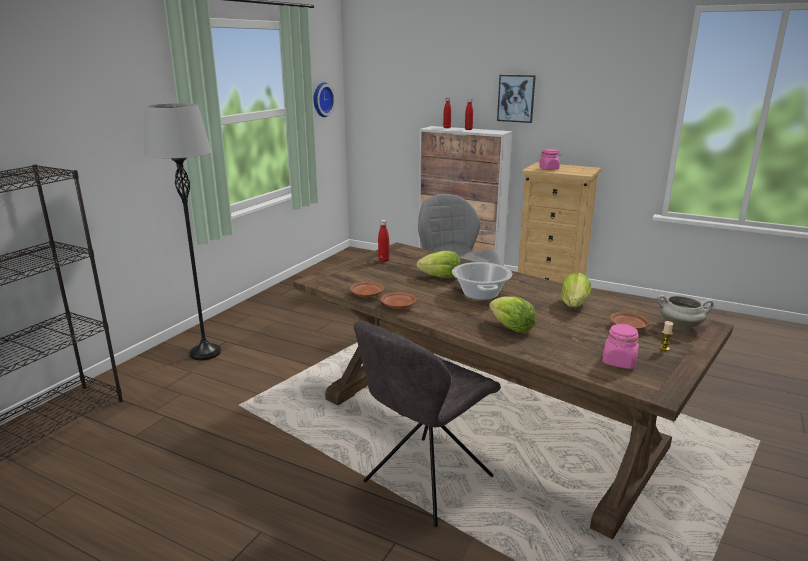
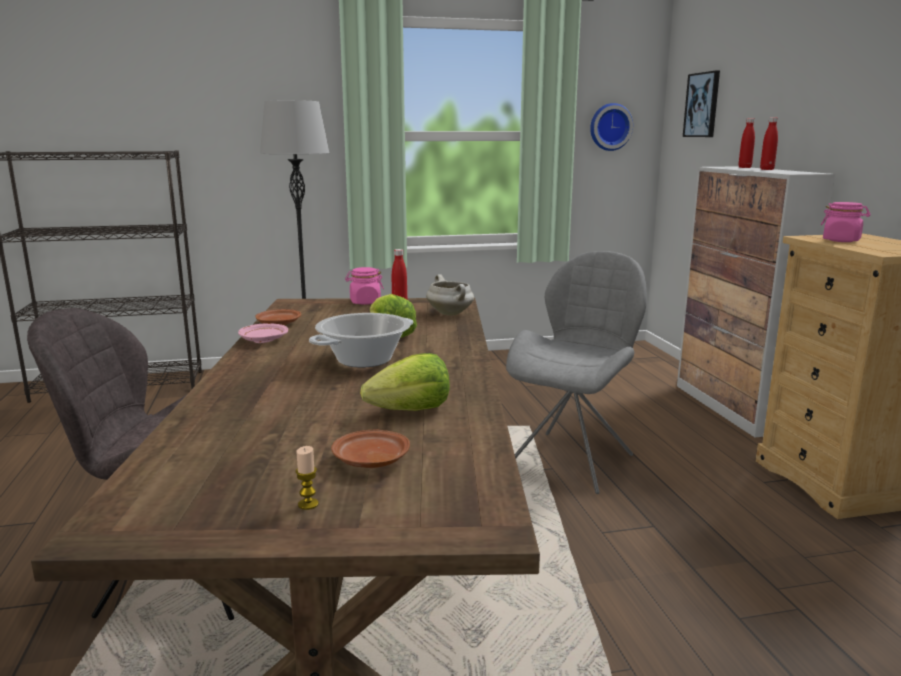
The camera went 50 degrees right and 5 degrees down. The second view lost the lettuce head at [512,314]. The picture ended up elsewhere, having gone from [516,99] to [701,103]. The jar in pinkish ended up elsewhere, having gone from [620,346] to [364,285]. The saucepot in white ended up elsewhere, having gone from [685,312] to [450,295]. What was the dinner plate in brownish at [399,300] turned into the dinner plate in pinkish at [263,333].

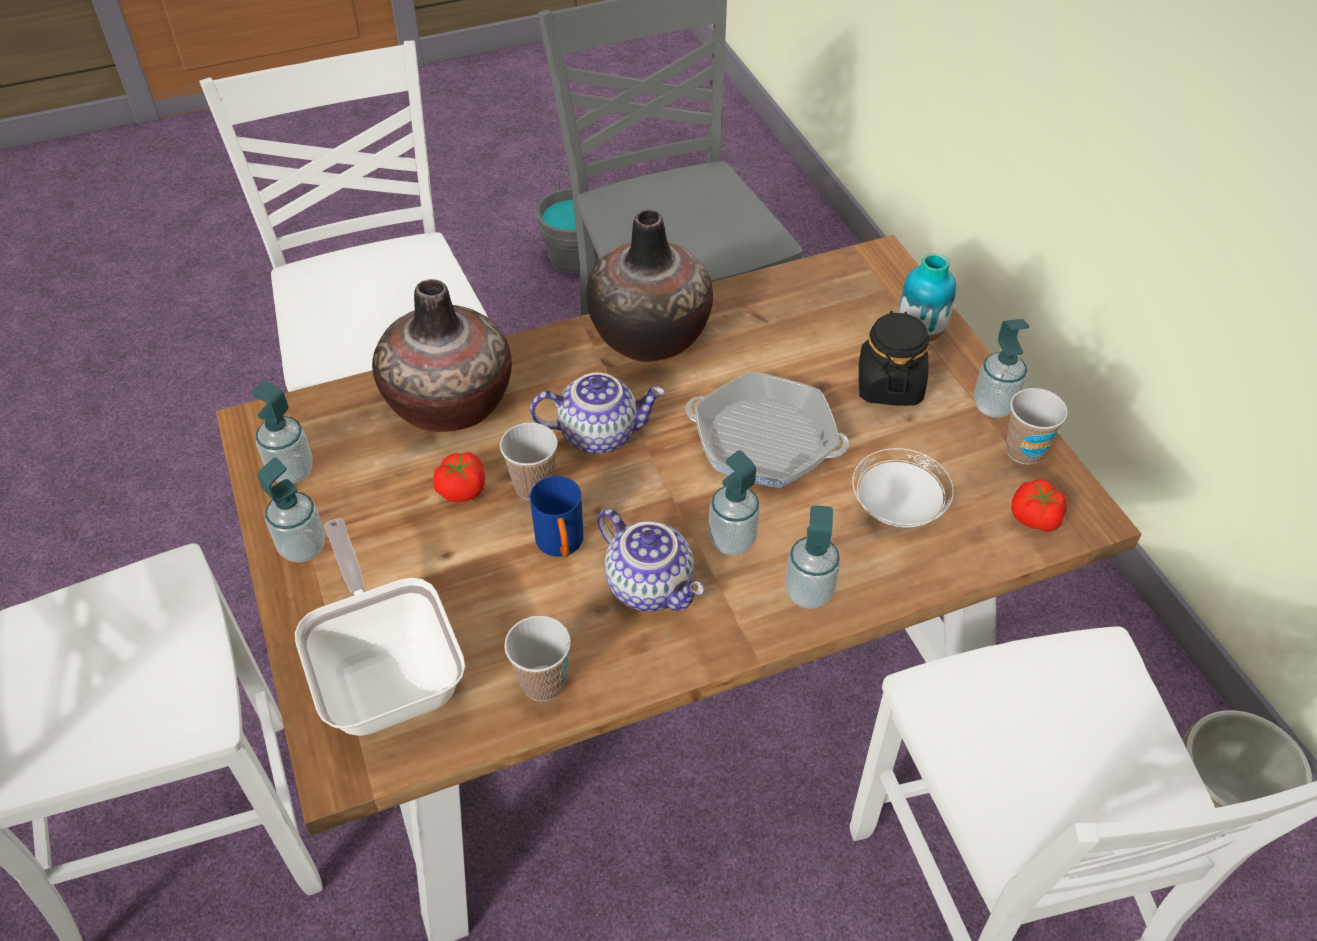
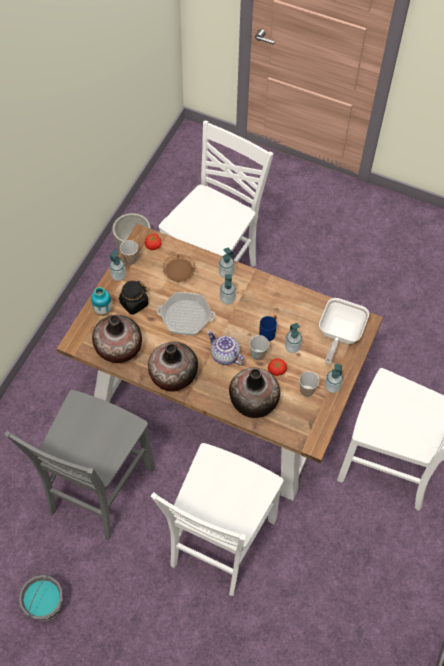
The camera went 135 degrees left and 10 degrees up. The second view lost the teapot at [650,560]. The second view gained the flower vase at [117,339]. The soap bottle ended up elsewhere, having gone from [282,432] to [293,338]. The drinking cup ended up elsewhere, having gone from [537,658] to [309,384]. What was the dinner plate in white at [903,488] turned into the dinner plate in brownish at [179,268]. The frying pan at [767,430] ended up facing another way, 120 degrees clockwise from before.

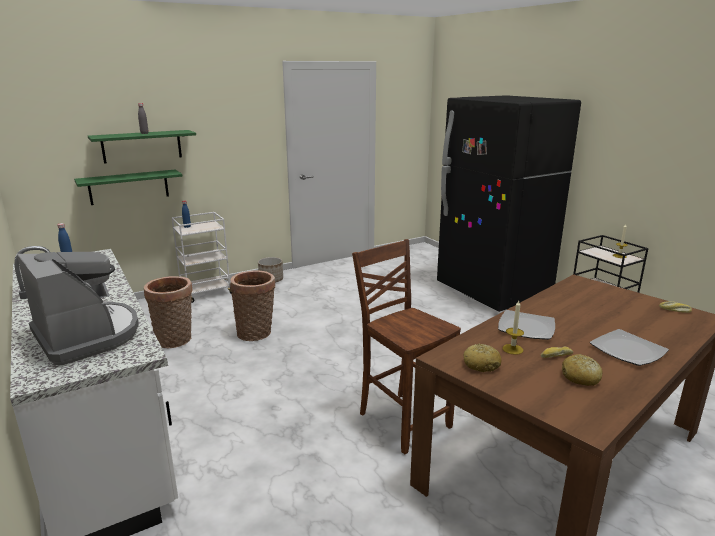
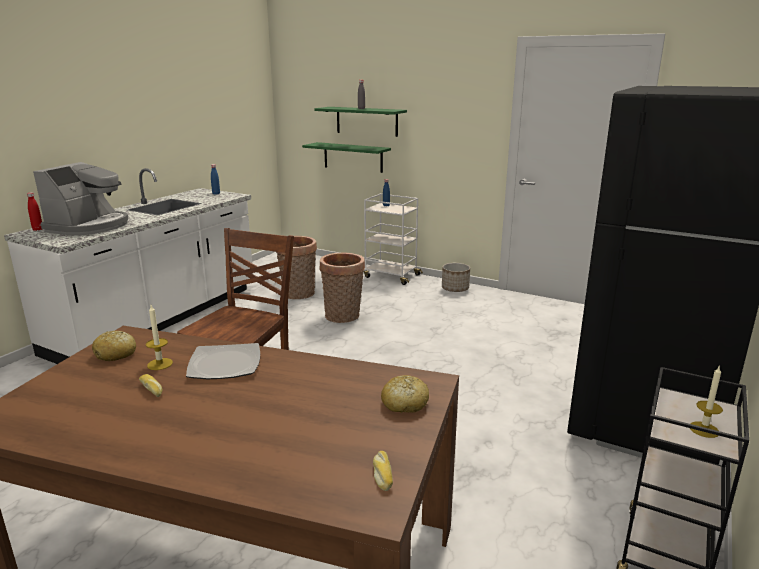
The camera went 60 degrees right and 0 degrees up. The second view lost the dinner plate at [629,347]. The second view gained the bottle in reddish at [34,211]. The baked bread ended up elsewhere, having gone from [582,370] to [405,394].

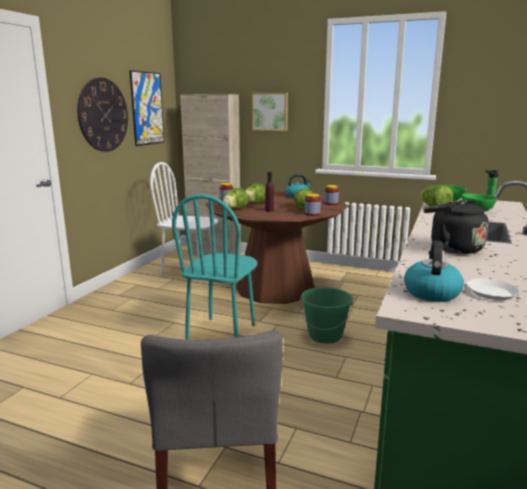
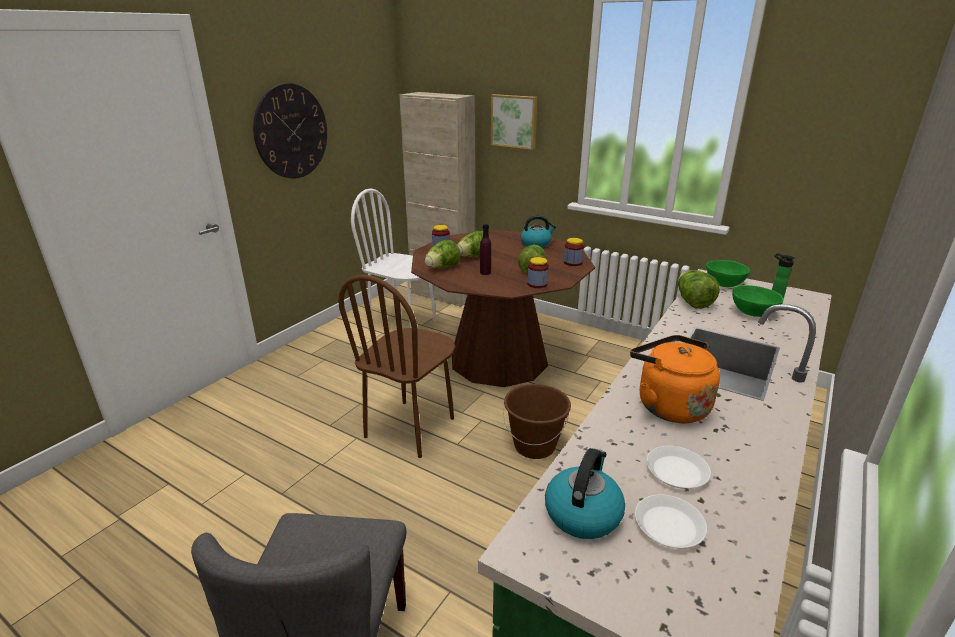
The camera went 10 degrees right and 10 degrees up. The second view lost the picture at [147,108]. The second view gained the dinner plate in white at [678,467]. What was the plain chair in turquoise at [214,267] turned into the plain chair in brownish at [396,366]. What was the bucket in green-coloured at [326,315] turned into the bucket in brownish at [537,421]. What was the water kettle in blackish at [456,227] turned into the water kettle in orange at [675,379].

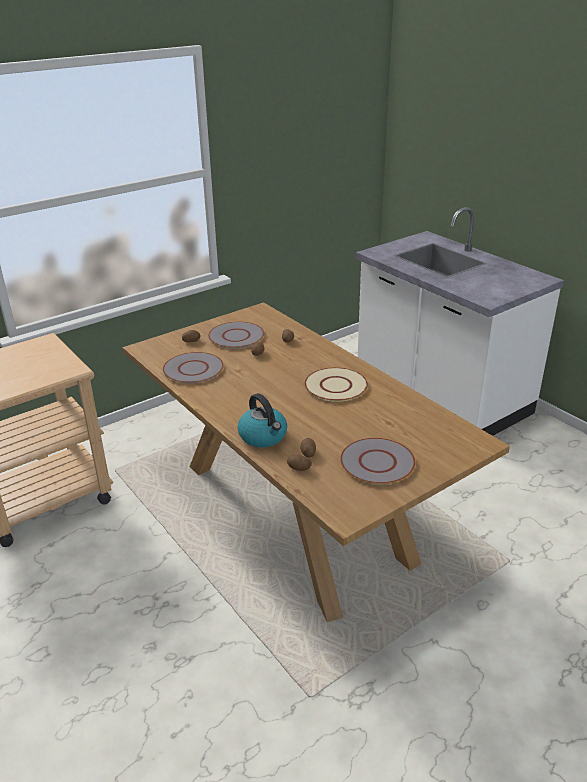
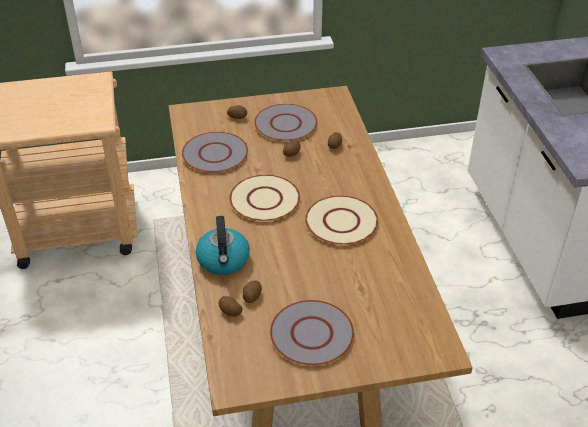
The camera went 25 degrees right and 10 degrees up. The second view gained the dinner plate in beige-coloured at [264,198].

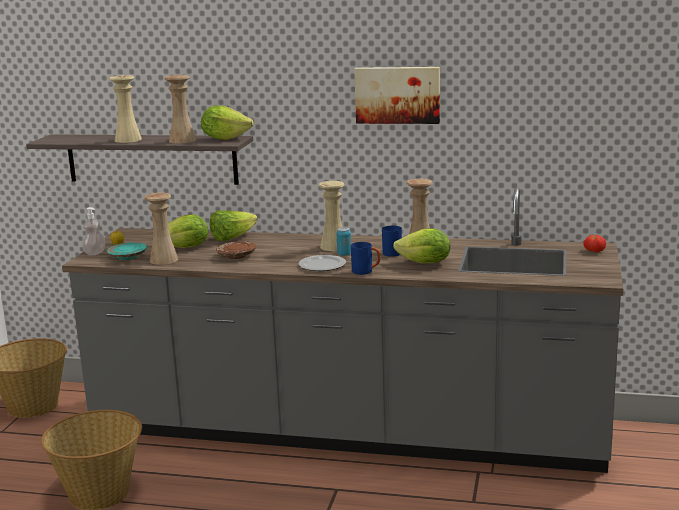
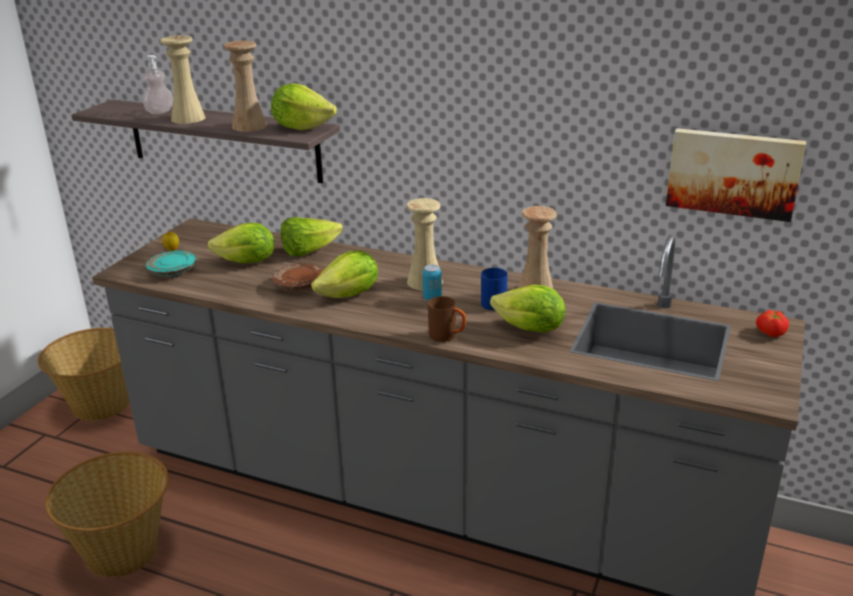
The camera went 10 degrees right and 10 degrees up. The second view lost the flower vase in beige-coloured at [161,229]. The second view lost the dinner plate at [322,263]. The second view gained the lettuce head at [344,274]. The soap bottle ended up elsewhere, having gone from [94,231] to [158,84]. The picture ended up elsewhere, having gone from [397,95] to [736,175]. What was the mug in bluish at [366,258] turned into the mug in brownish at [447,319].

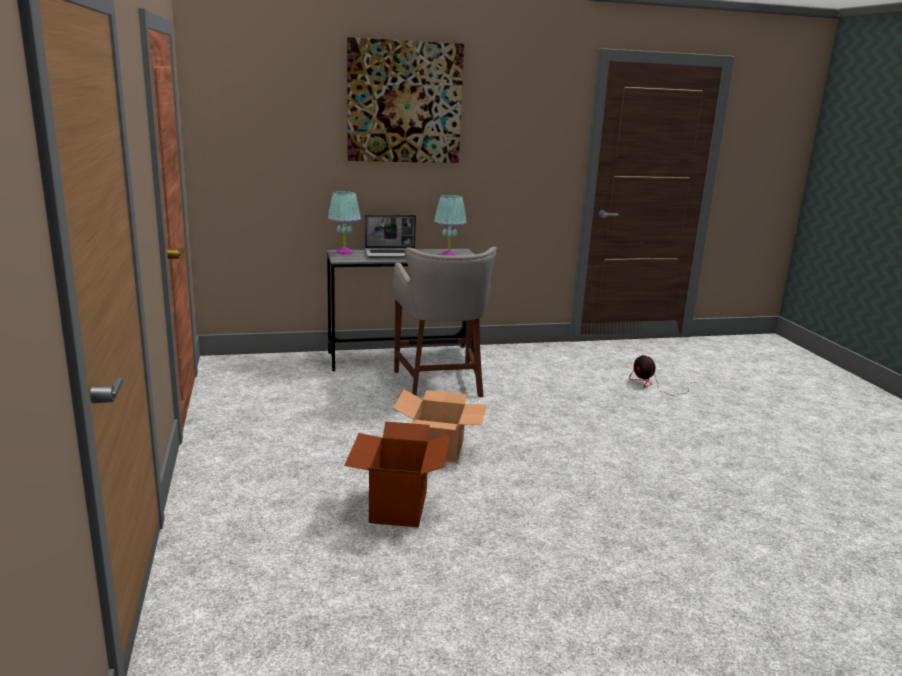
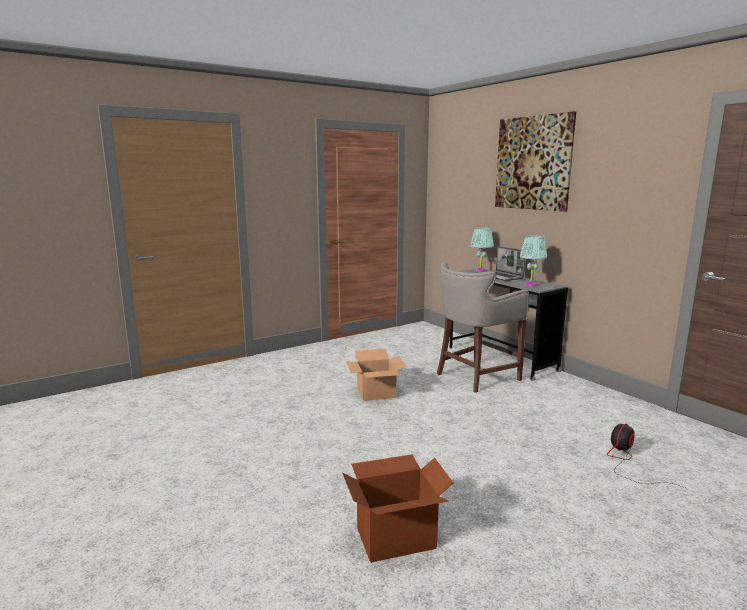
The camera went 70 degrees right and 5 degrees down. The cardboard box ended up elsewhere, having gone from [397,474] to [397,508].

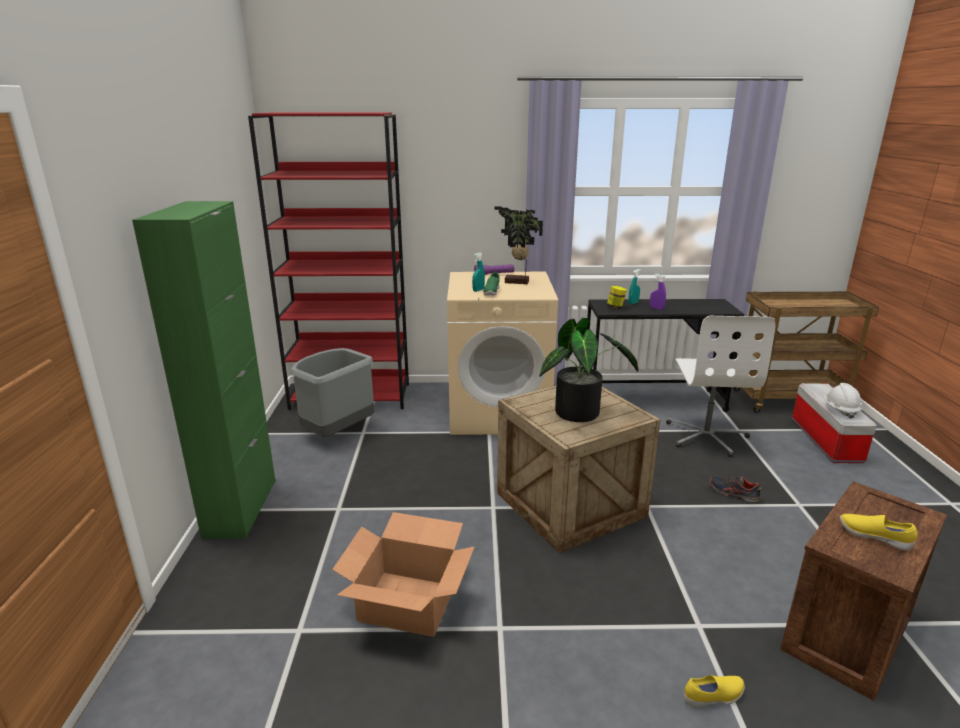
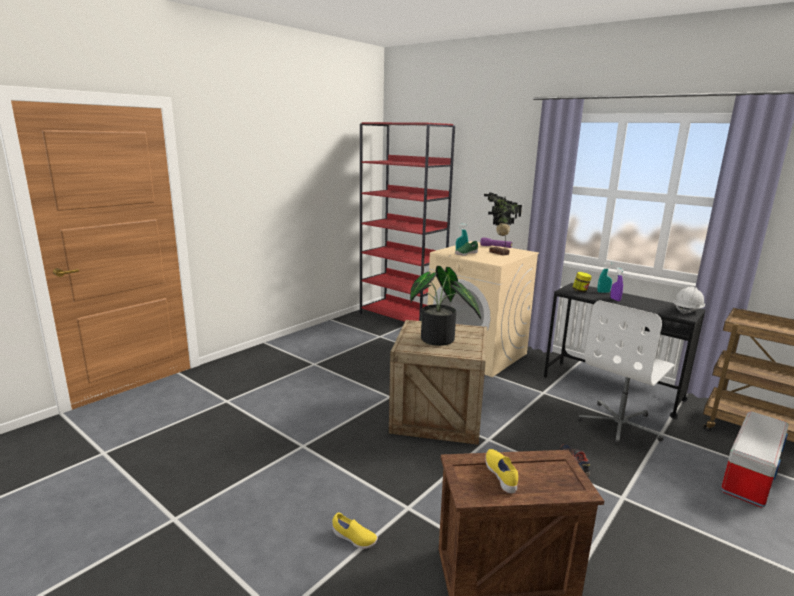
The camera went 40 degrees right and 5 degrees down. The second view lost the cabinet in green-coloured at [204,370]. The second view lost the waste bin in greyish at [332,392]. The second view lost the cardboard box at [403,574]. The safety helmet in white ended up elsewhere, having gone from [842,401] to [689,301].

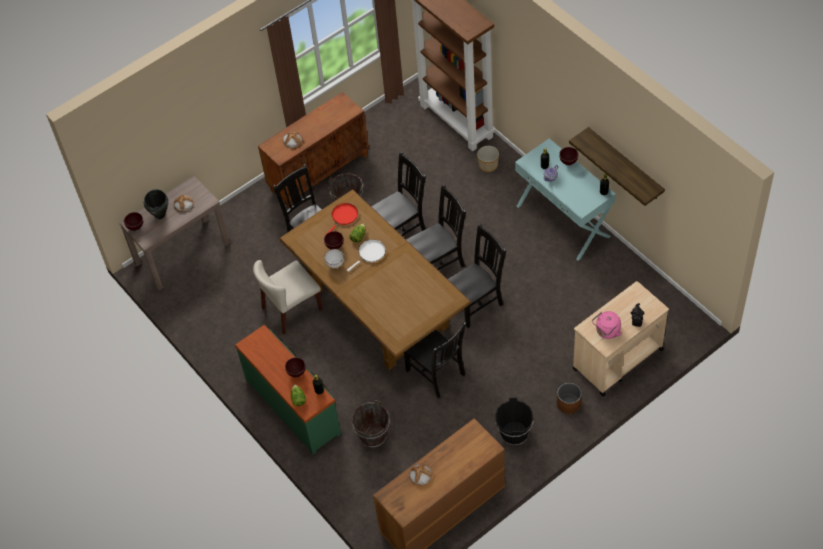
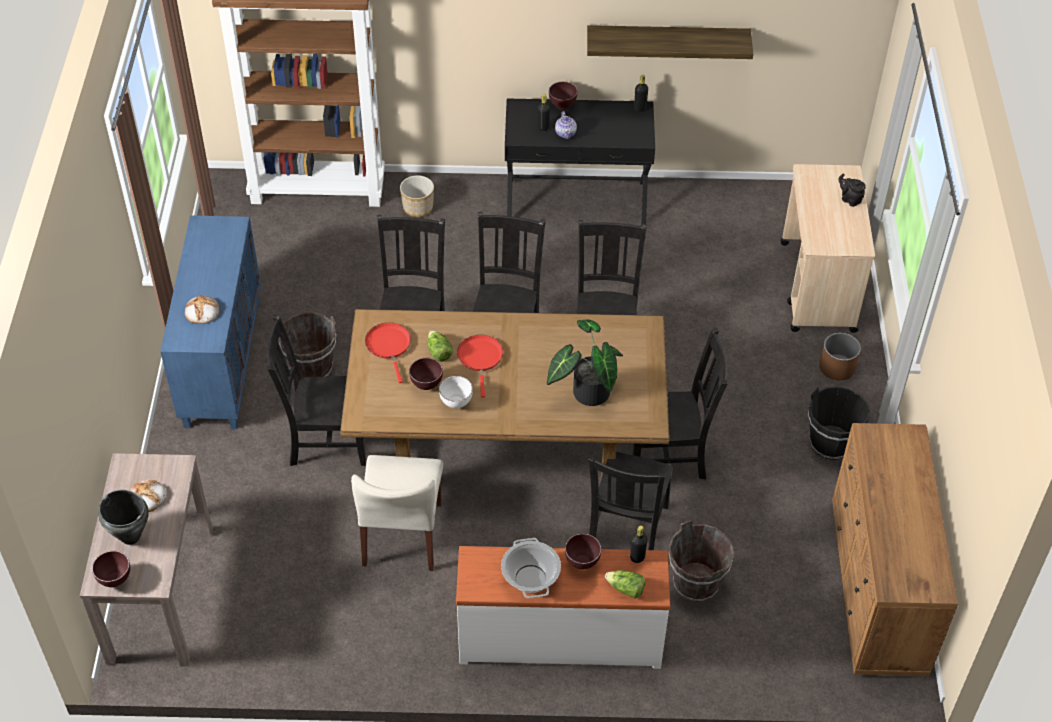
The camera went 55 degrees left and 5 degrees down. The second view lost the baked bread at [420,474]. The second view lost the water kettle in pinkish at [607,325]. The second view gained the saucepot at [531,568]. The second view gained the houseplant at [585,362]. The second view gained the plain chair in blackish at [631,501]. What was the dresser in green-coloured at [288,389] turned into the dresser in white at [563,607]. What was the cabinet in brownish at [313,150] turned into the cabinet in bluish at [210,322]. What was the frying pan in white at [366,255] turned into the frying pan in reddish at [480,366]. What was the console table in turquoise at [565,200] turned into the console table in blackish at [580,162].

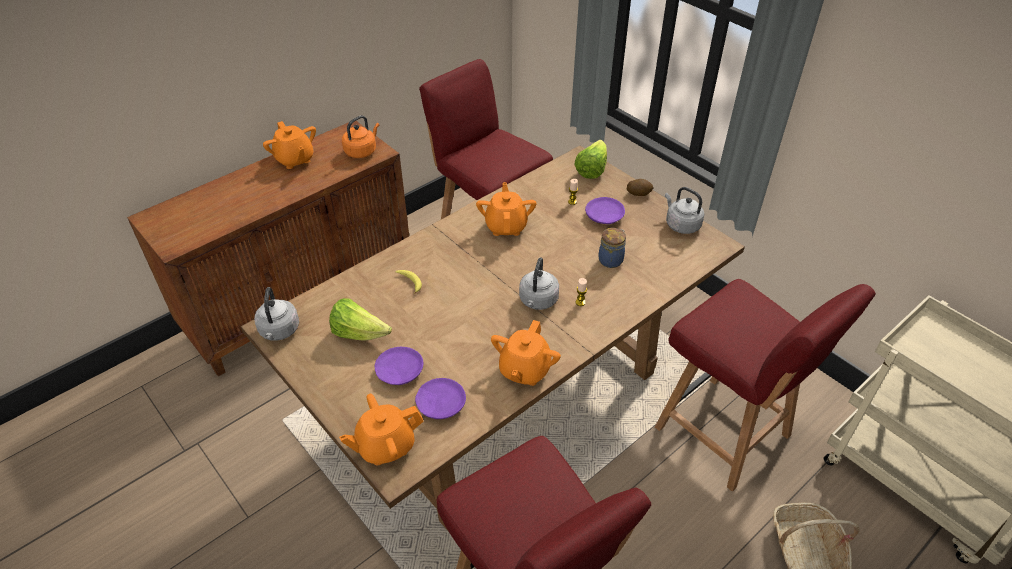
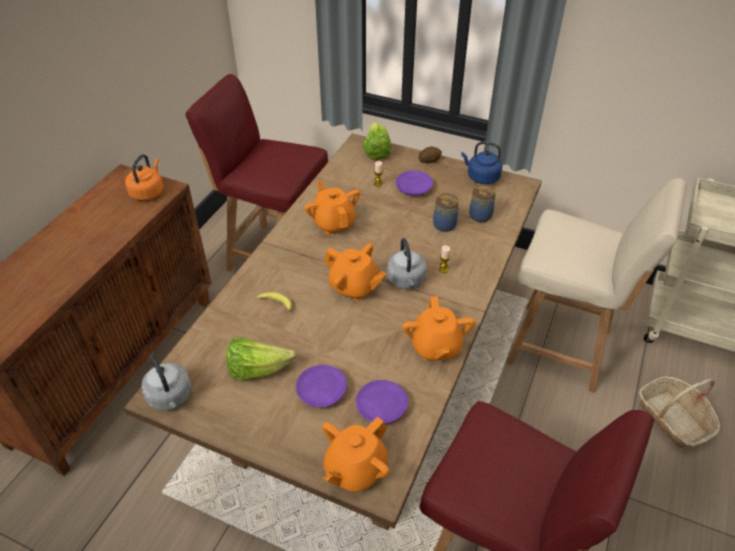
The camera went 25 degrees left and 0 degrees up. The second view gained the jar at [482,203]. The teapot in orange ended up elsewhere, having gone from [289,145] to [355,272]. What was the plain chair in reddish at [765,385] turned into the plain chair in beige-coloured at [596,285]. What was the water kettle in greyish at [684,210] turned into the water kettle in bluish at [481,162].

